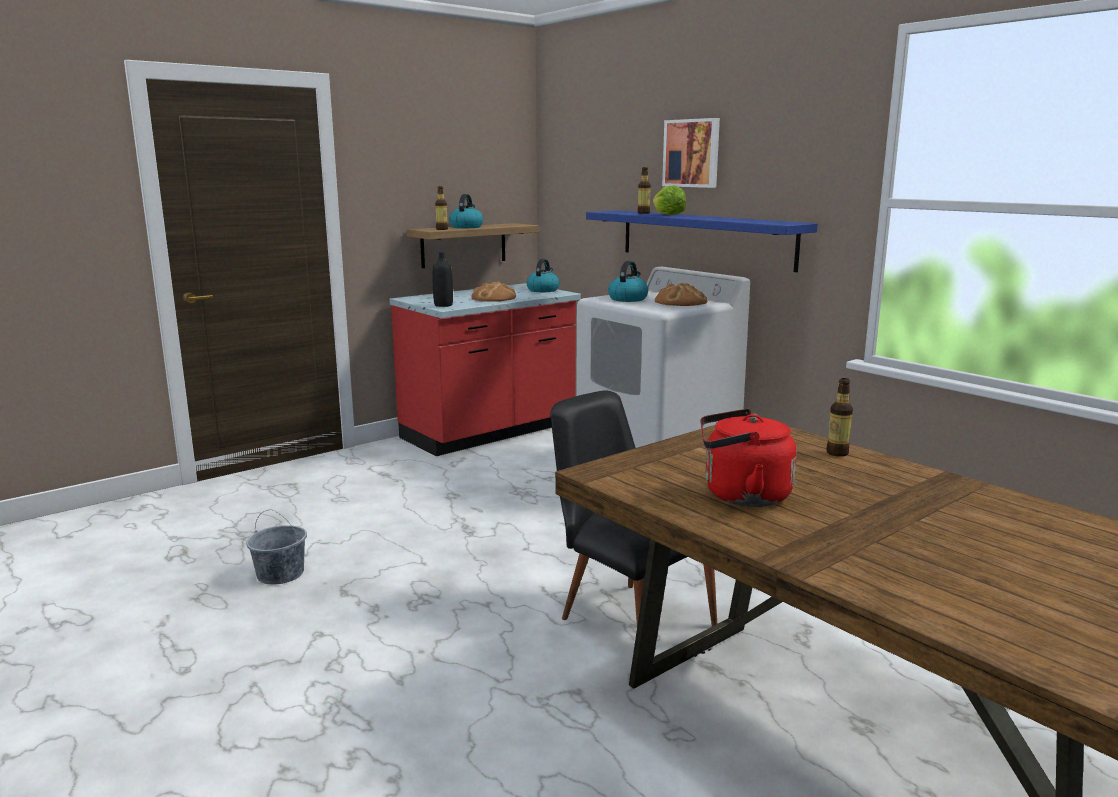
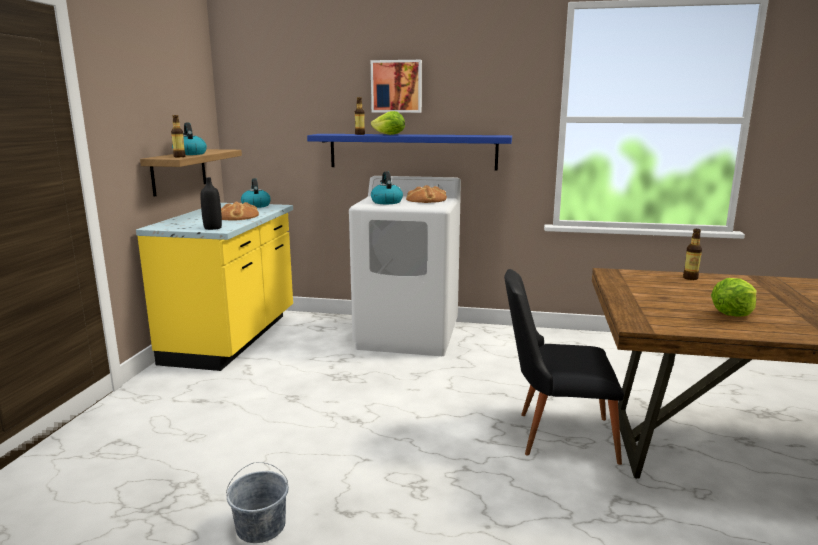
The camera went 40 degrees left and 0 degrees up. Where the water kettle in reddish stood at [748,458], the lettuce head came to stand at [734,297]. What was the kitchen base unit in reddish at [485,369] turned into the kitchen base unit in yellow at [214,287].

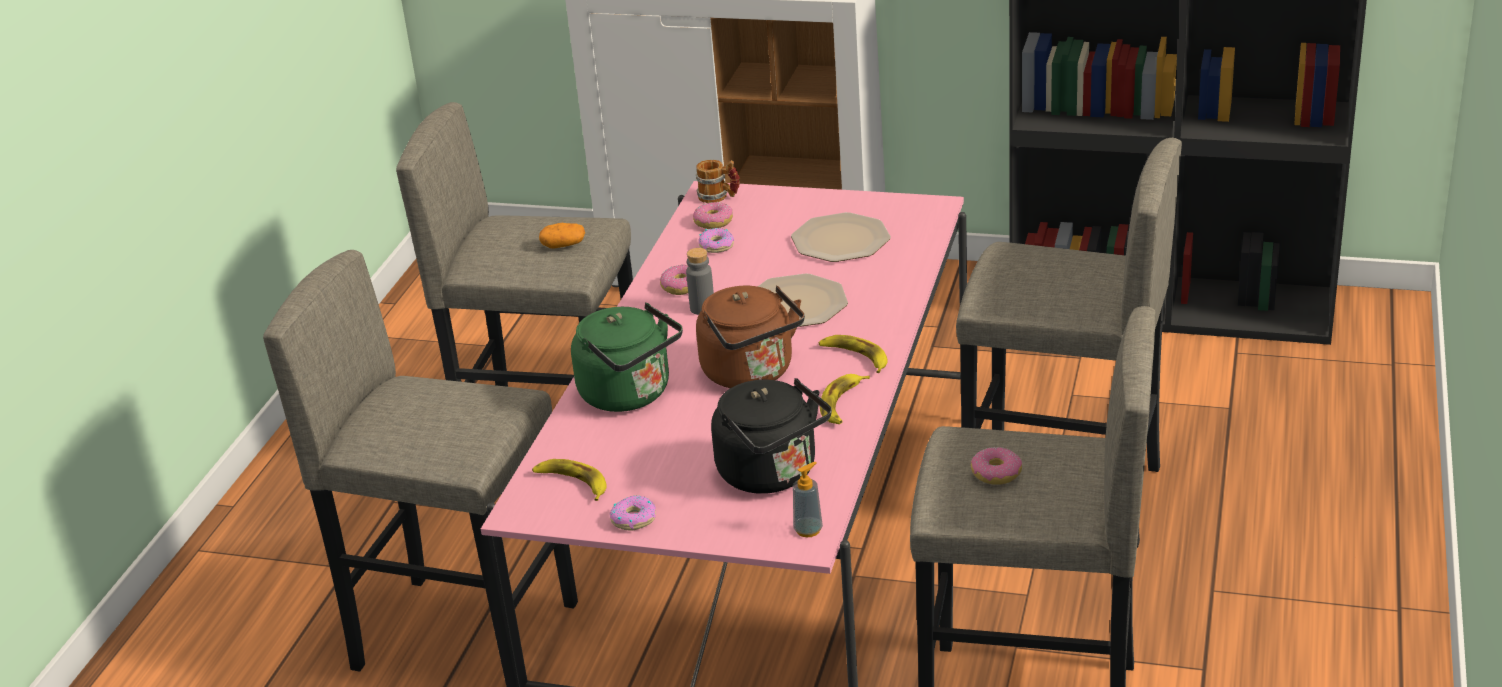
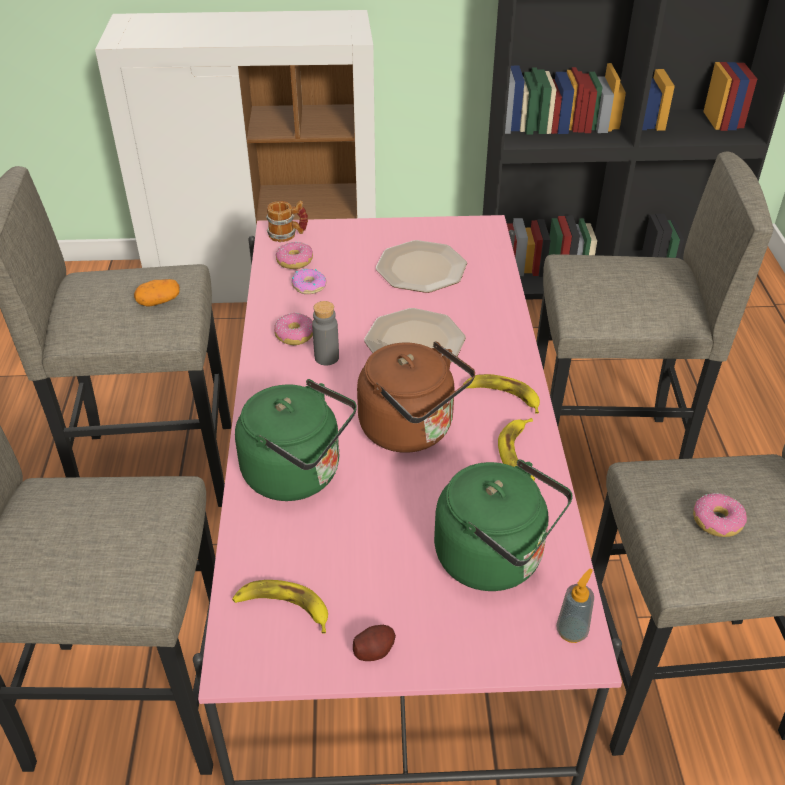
The camera went 20 degrees left and 10 degrees up. Where the ring doughnut stood at [633,513], the spud came to stand at [374,643]. What was the water kettle in blackish at [771,436] turned into the water kettle in green-coloured at [503,525].

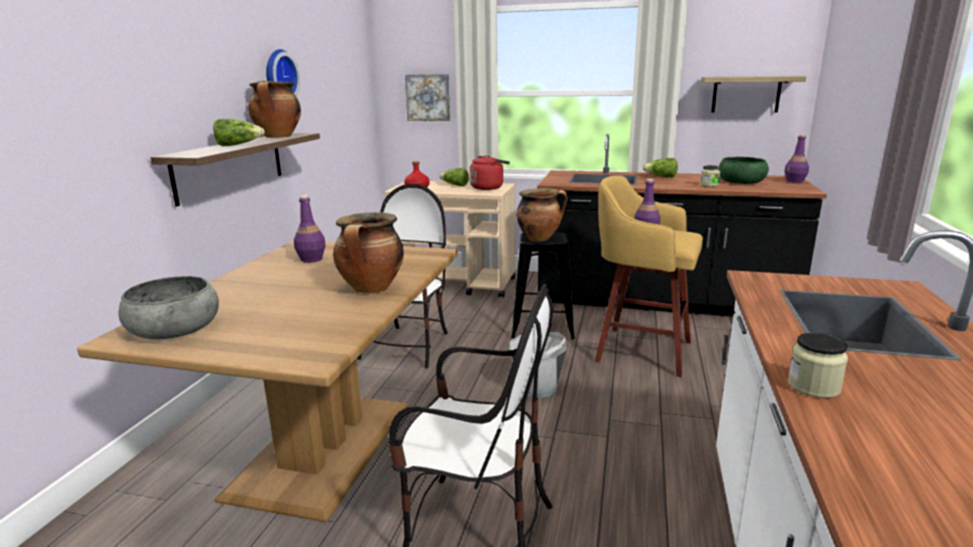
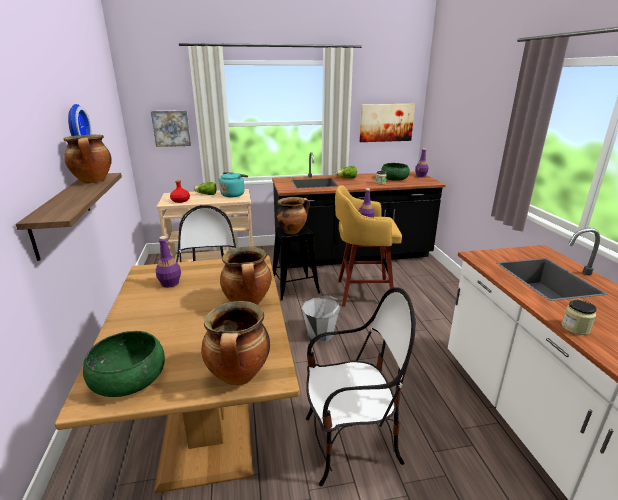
The camera went 25 degrees left and 5 degrees up. The second view lost the lettuce head at [239,132]. The second view gained the saucepot at [235,343]. Where the bracket shelf hung at [753,94], the picture came to hang at [387,123]. What was the bowl in greyish at [168,307] turned into the bowl in green-coloured at [124,364]. What was the water kettle in reddish at [490,172] turned into the water kettle in turquoise at [233,184].

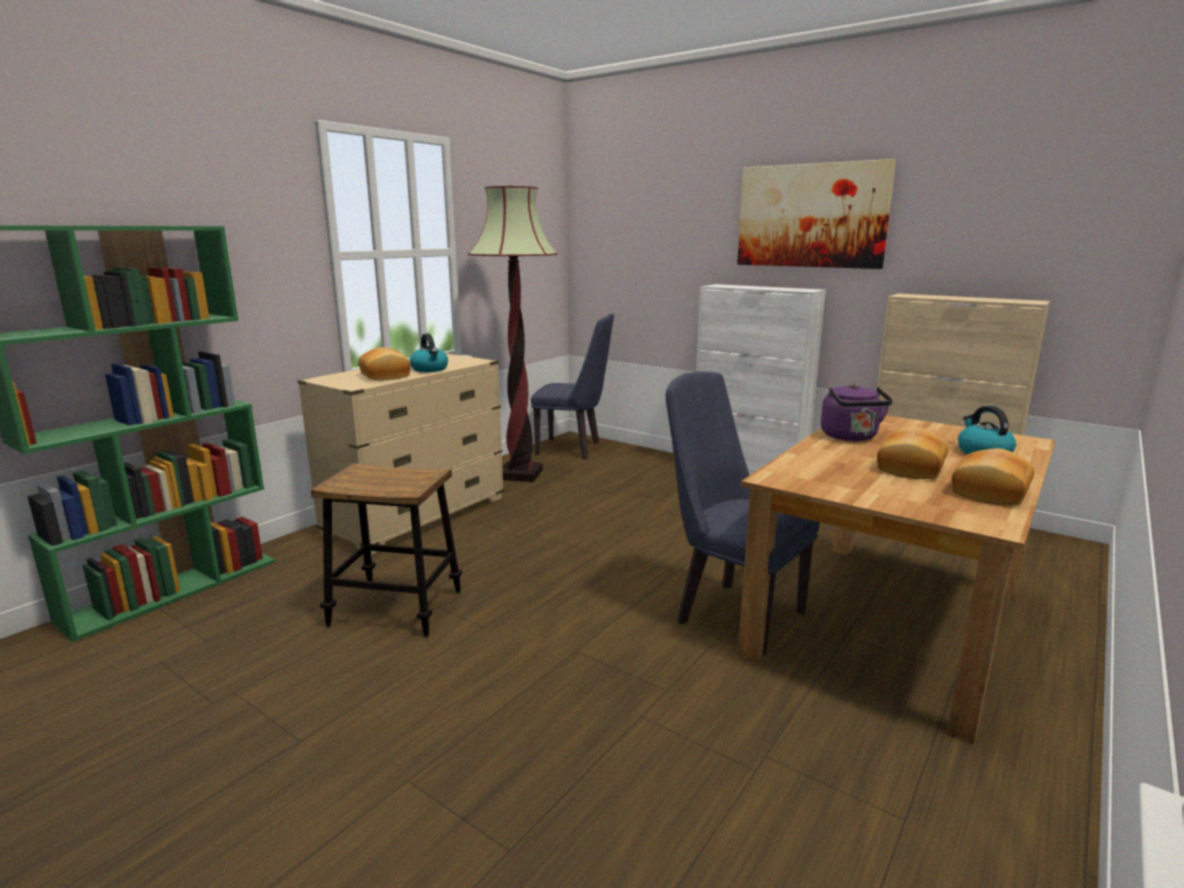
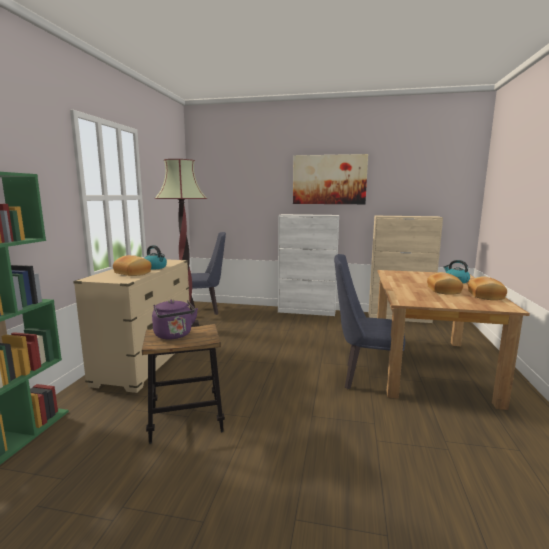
The camera went 25 degrees left and 5 degrees down. The water kettle in purple-coloured ended up elsewhere, having gone from [857,412] to [175,319].

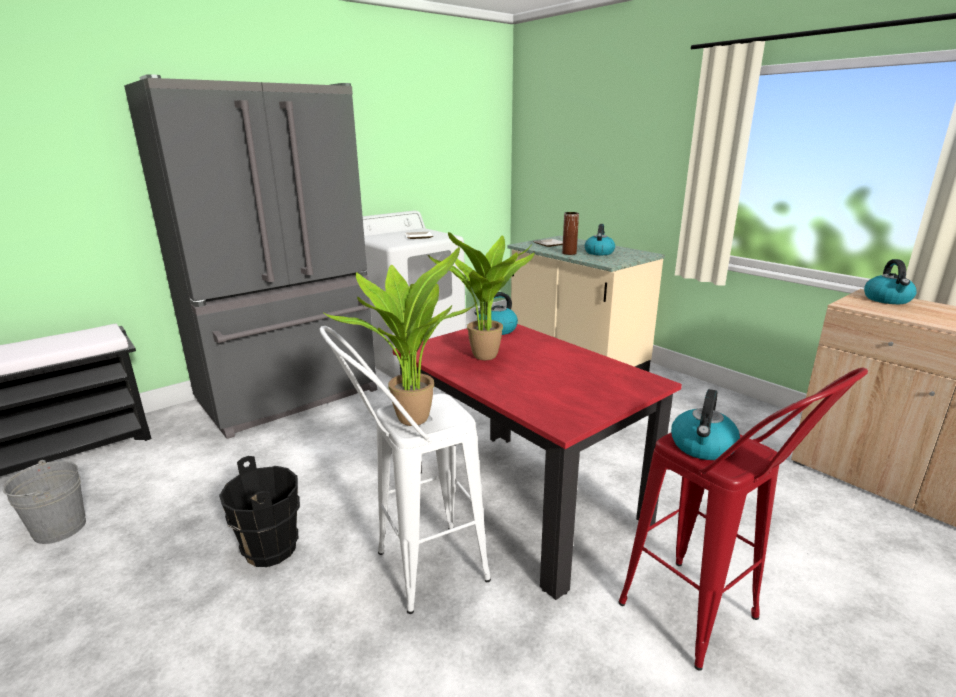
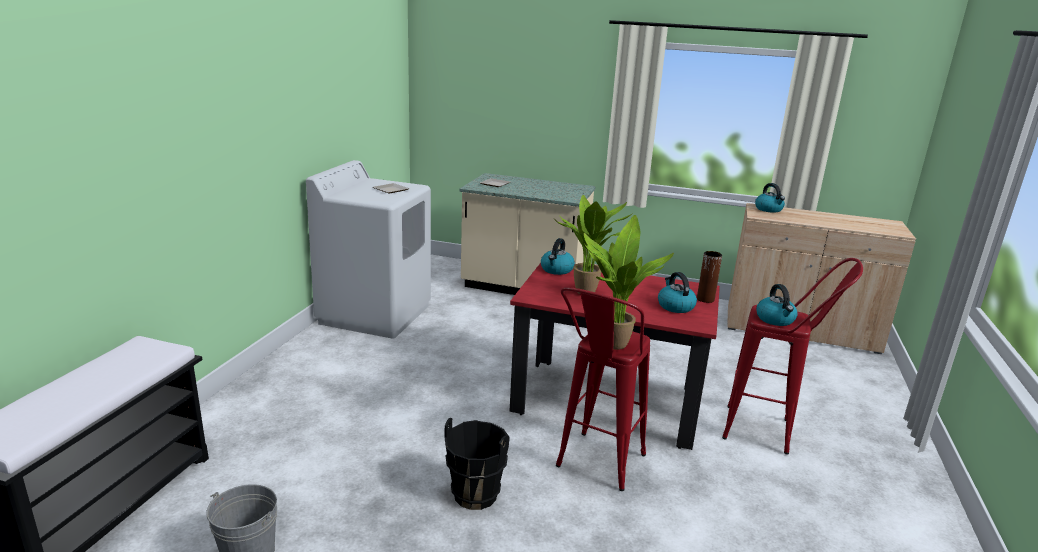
The camera went 35 degrees left and 0 degrees up. The second view lost the kitchen fridge in greyish at [250,256]. The flower vase in brownish ended up elsewhere, having gone from [570,233] to [709,277]. The water kettle ended up elsewhere, having gone from [600,239] to [677,292]. What was the stool seat in white at [405,470] turned into the stool seat in reddish at [603,389].

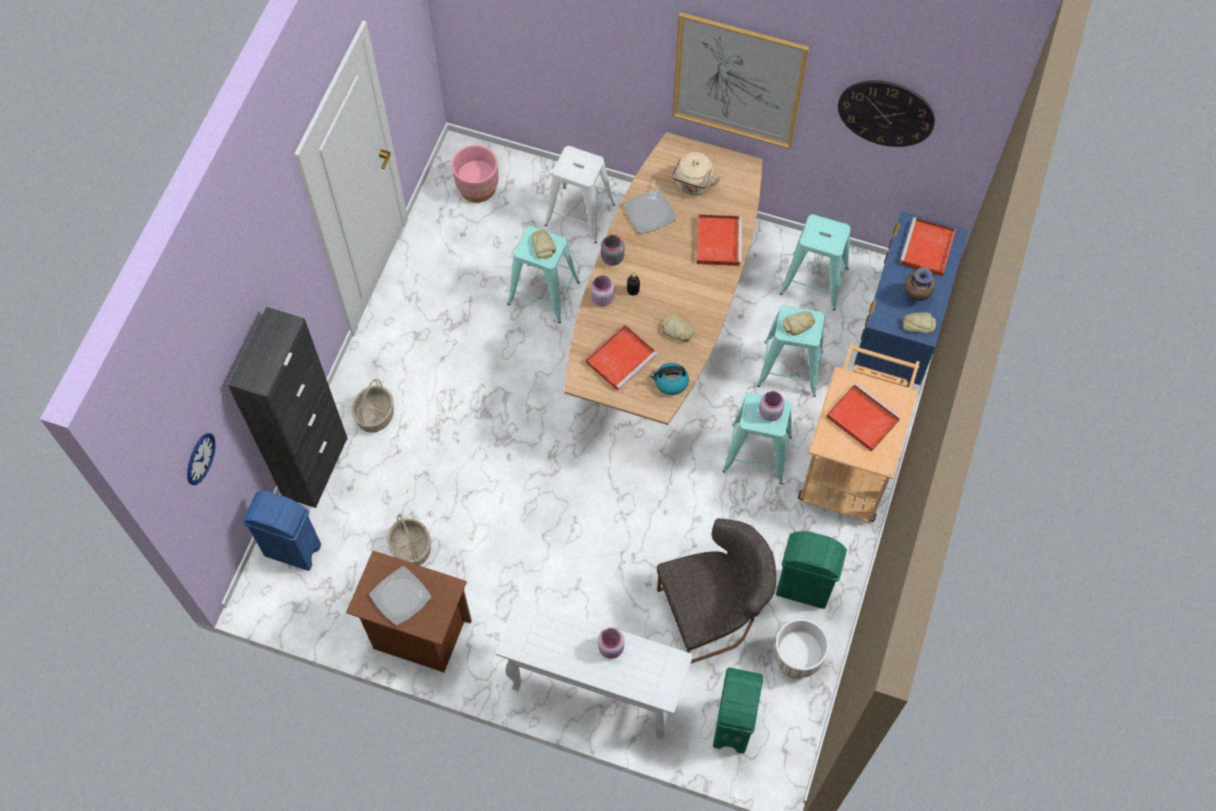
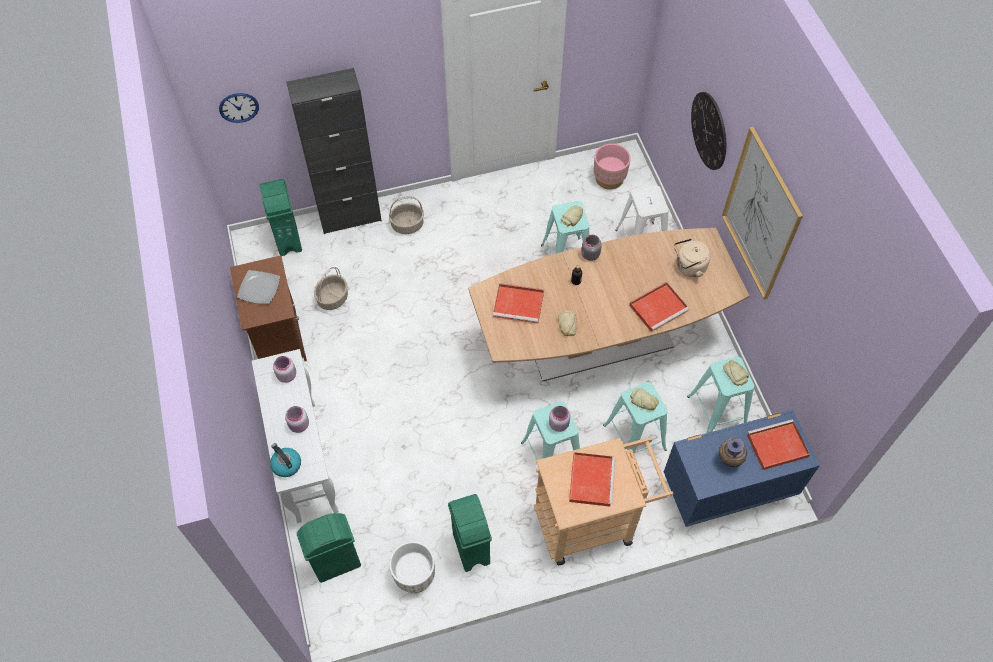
The camera went 55 degrees right and 5 degrees down. The second view lost the dinner plate at [649,211]. The second view lost the plain chair in greyish at [716,590]. The jar in pinkish ended up elsewhere, having gone from [603,290] to [284,369]. The water kettle ended up elsewhere, having gone from [669,379] to [285,460]. The wall clock ended up elsewhere, having gone from [886,113] to [708,131]. The baked bread ended up elsewhere, having gone from [919,323] to [736,373]. What was the waste bin in bluish at [281,531] turned into the waste bin in green-coloured at [281,217].

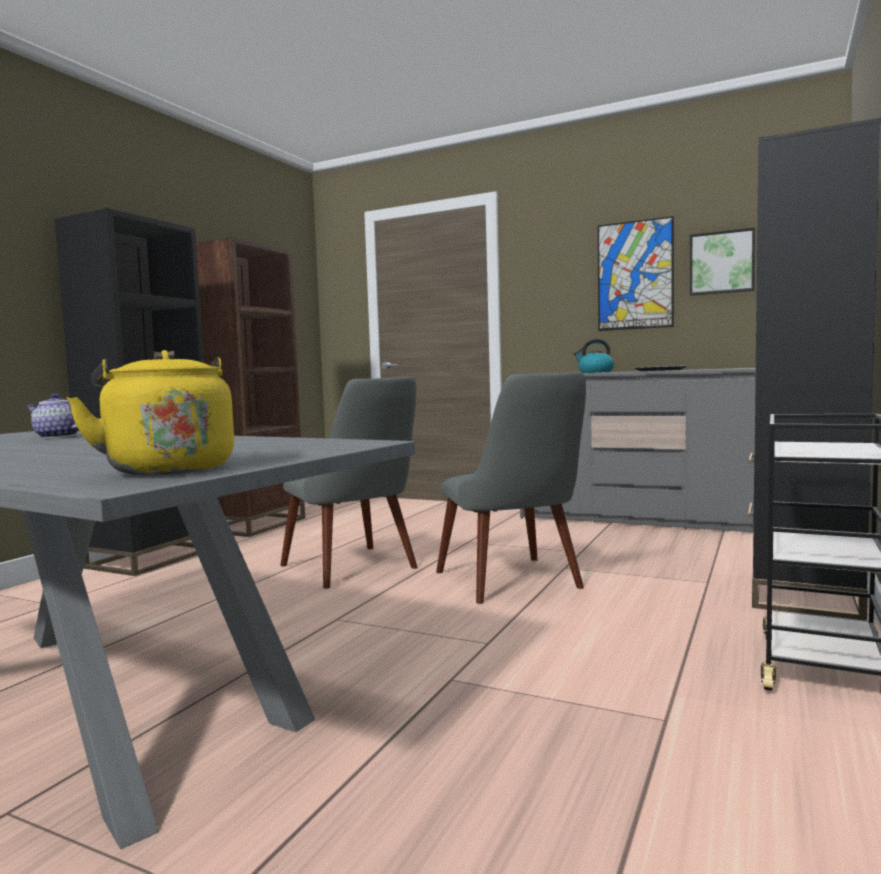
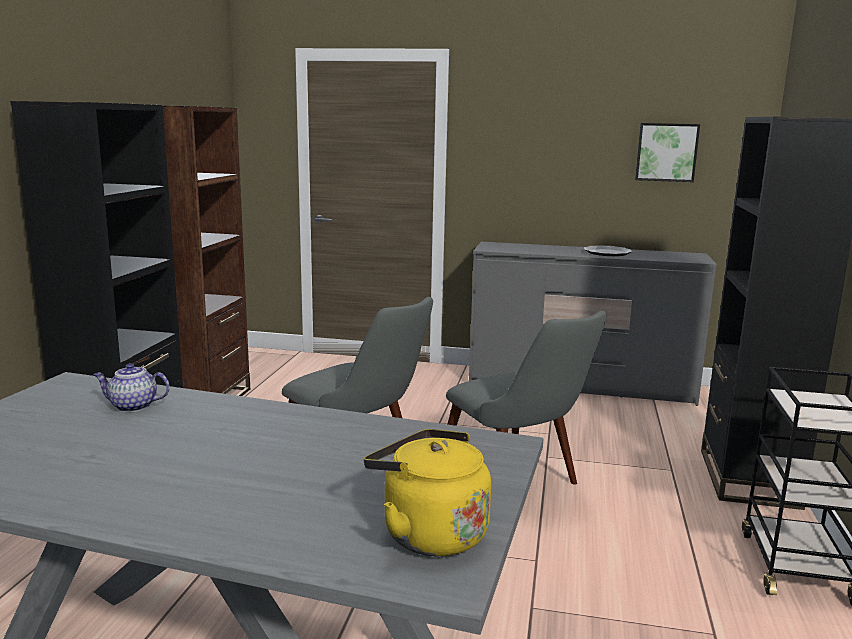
The camera went 15 degrees left and 10 degrees up. The second view lost the water kettle at [594,356]. The second view lost the picture at [635,273].

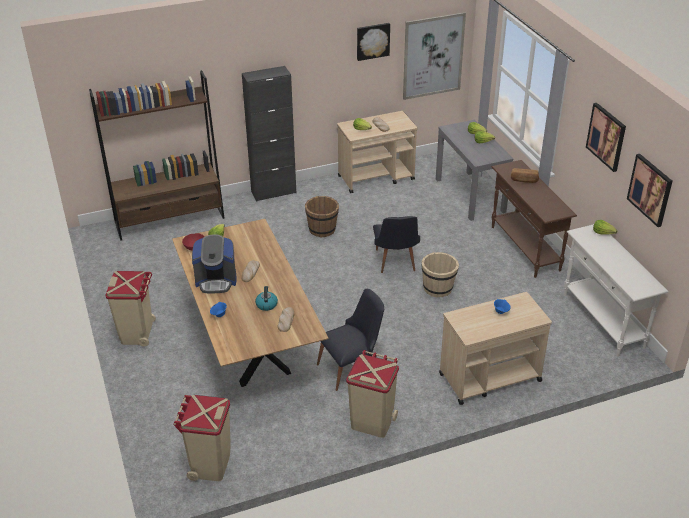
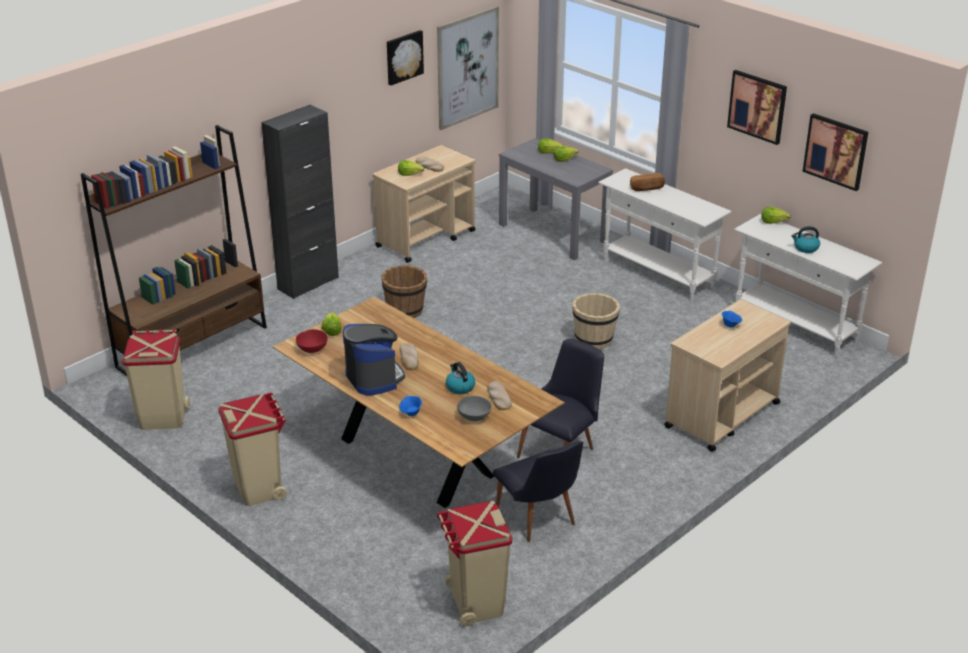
The camera went 25 degrees left and 5 degrees down. The second view gained the bowl in greyish at [474,408]. The second view gained the water kettle at [806,239]. The waste bin in beige-coloured ended up elsewhere, having gone from [372,394] to [156,379]. The plain chair in blackish ended up elsewhere, having gone from [396,244] to [538,491]. What was the console table in brownish at [534,219] turned into the console table in white at [665,235]. The coffee machine at [214,263] ended up facing another way, 90 degrees counterclockwise from before.

